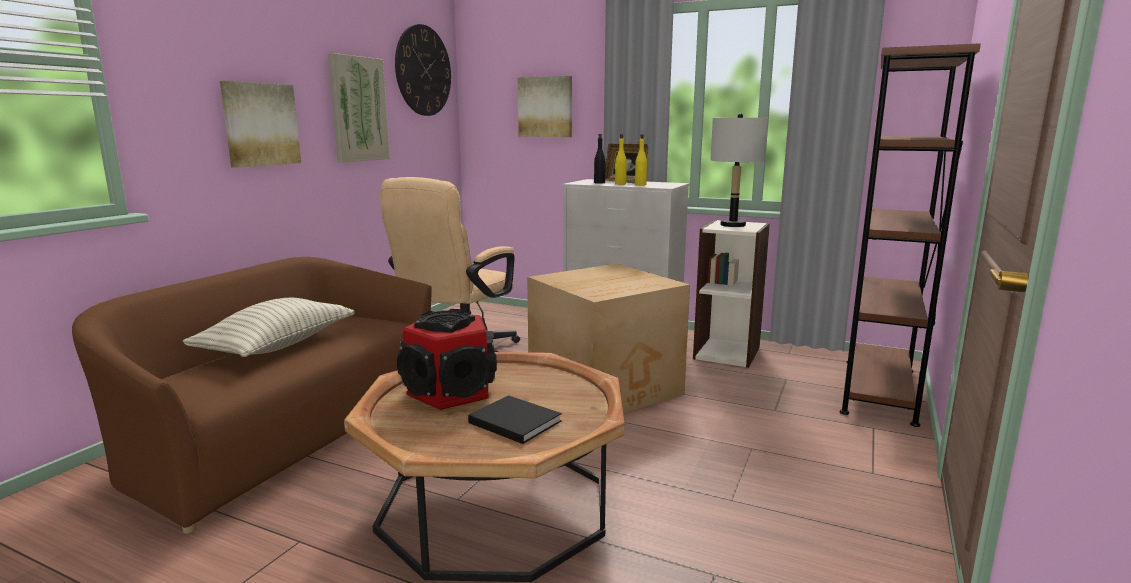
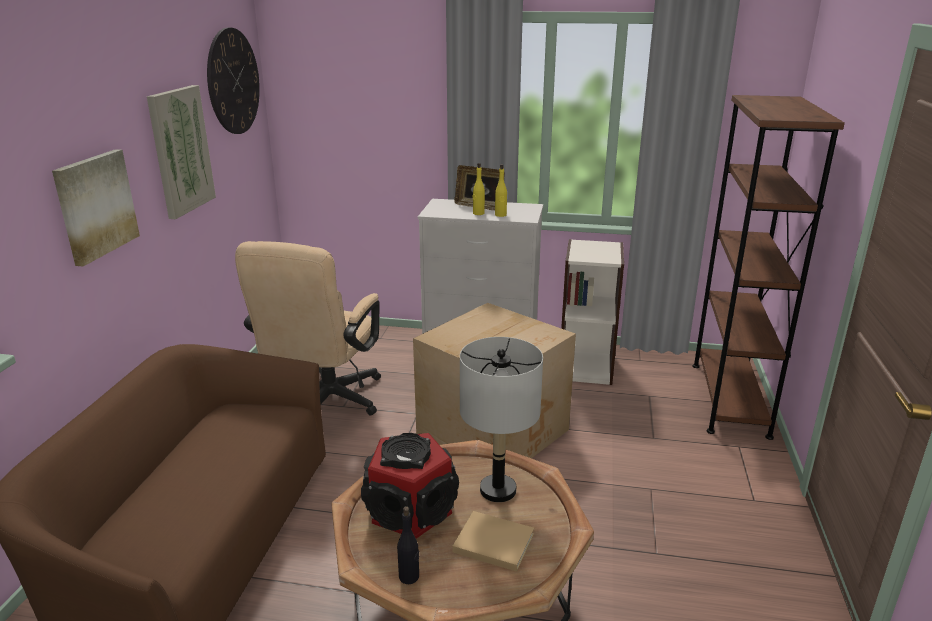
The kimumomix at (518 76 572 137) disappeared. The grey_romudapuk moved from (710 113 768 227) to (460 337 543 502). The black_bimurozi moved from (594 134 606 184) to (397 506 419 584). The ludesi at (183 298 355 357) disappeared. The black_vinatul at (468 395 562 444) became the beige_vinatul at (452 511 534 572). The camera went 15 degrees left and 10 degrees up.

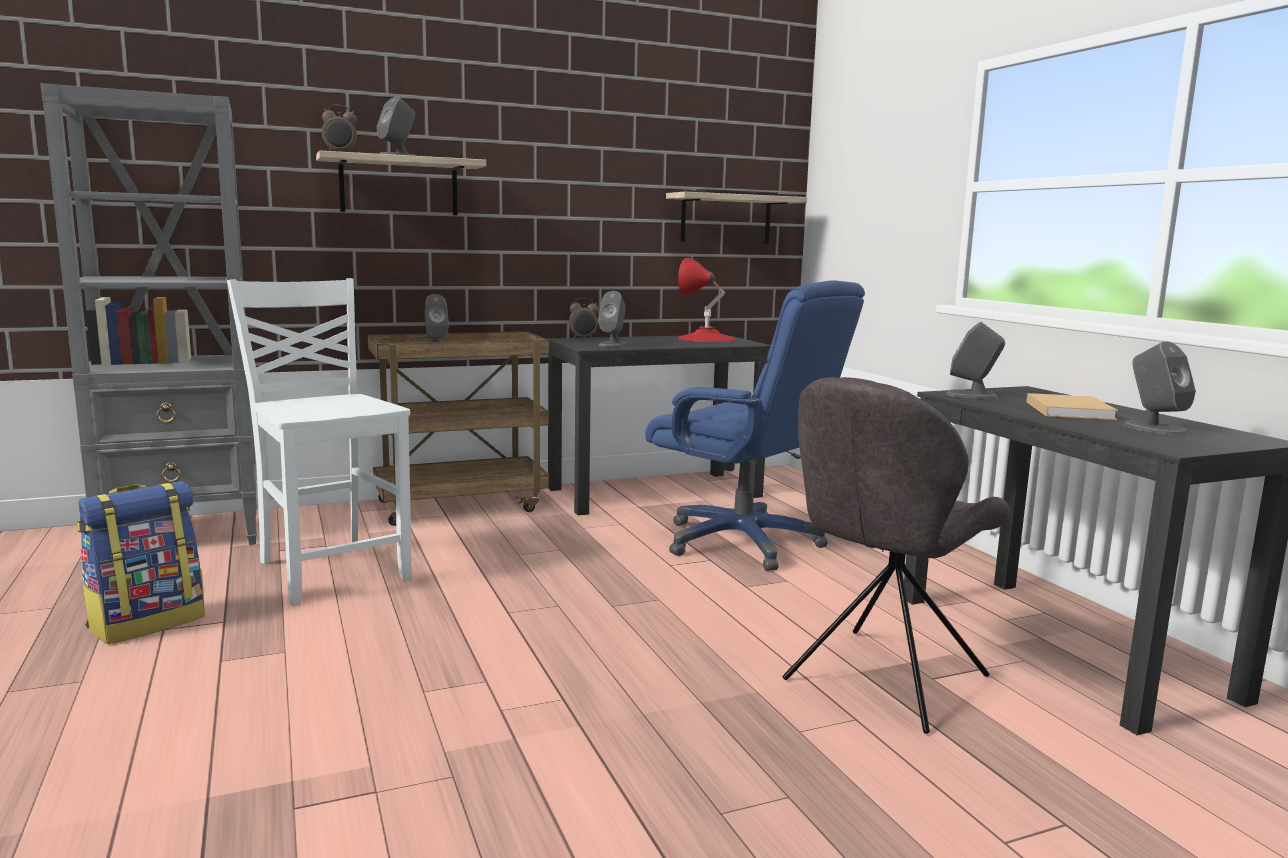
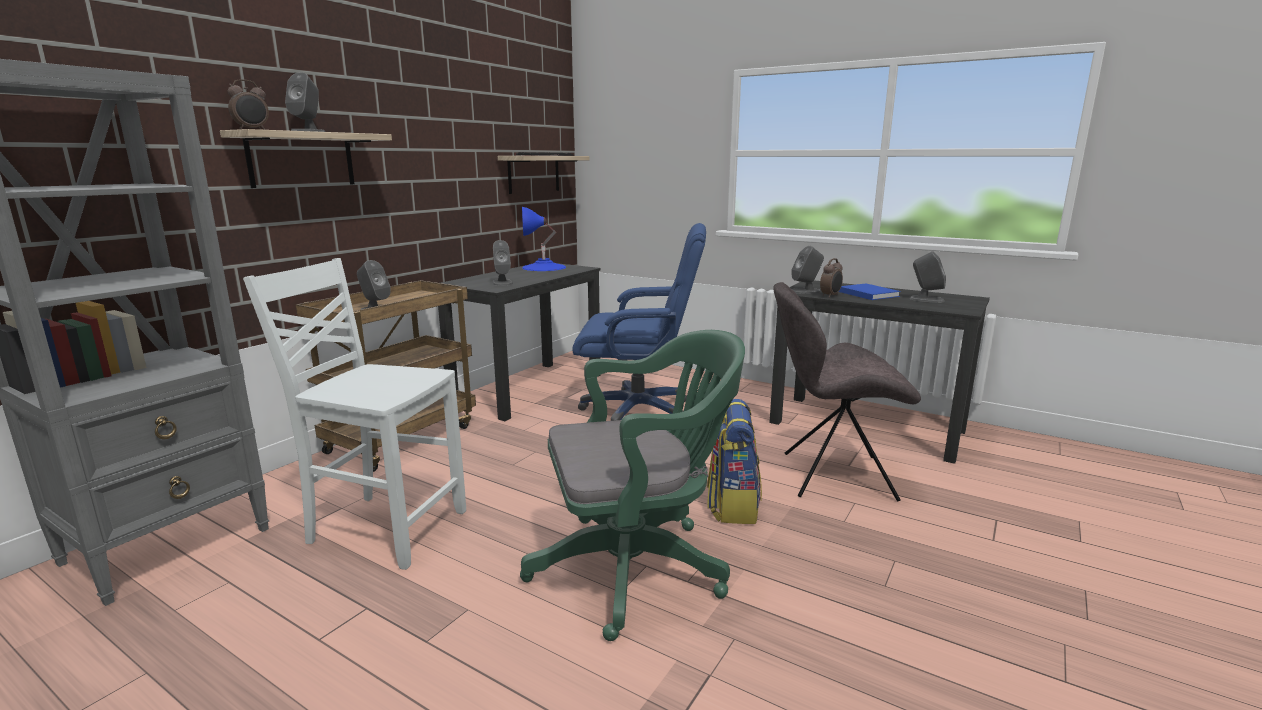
The red_romudapuk at (678 258 736 342) became the blue_romudapuk at (522 207 566 271). The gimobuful moved from (569 298 599 339) to (820 258 843 298). The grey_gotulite at (783 377 1010 734) turned 90 degrees clockwise. The beige_vinatul at (1027 393 1118 420) became the blue_vinatul at (839 283 901 300). The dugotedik moved from (77 481 205 644) to (707 399 762 524). The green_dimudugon at (520 330 745 641) appeared. The camera went 35 degrees left and 5 degrees up.

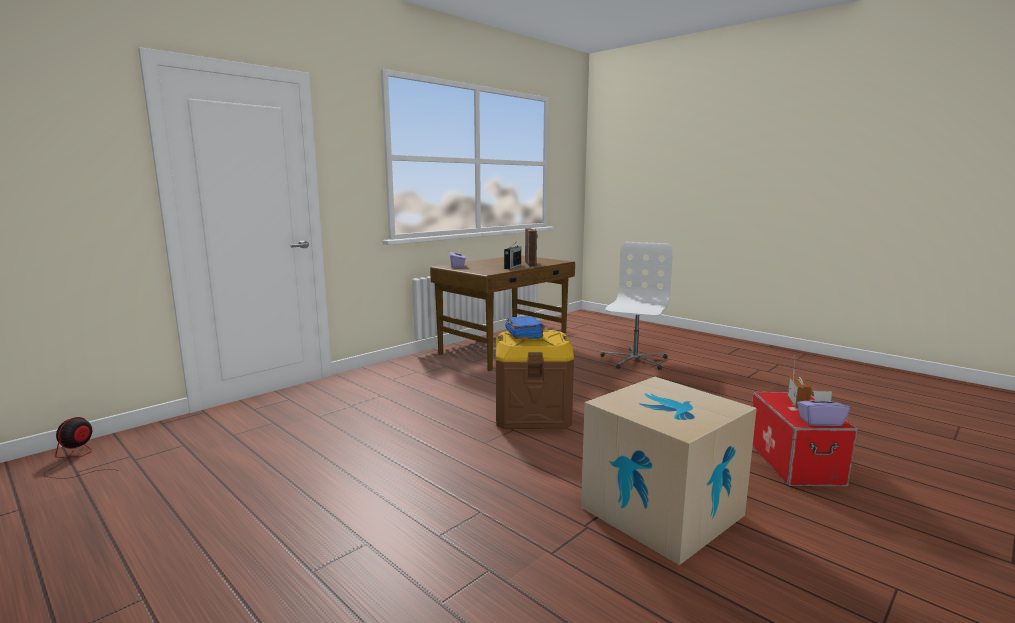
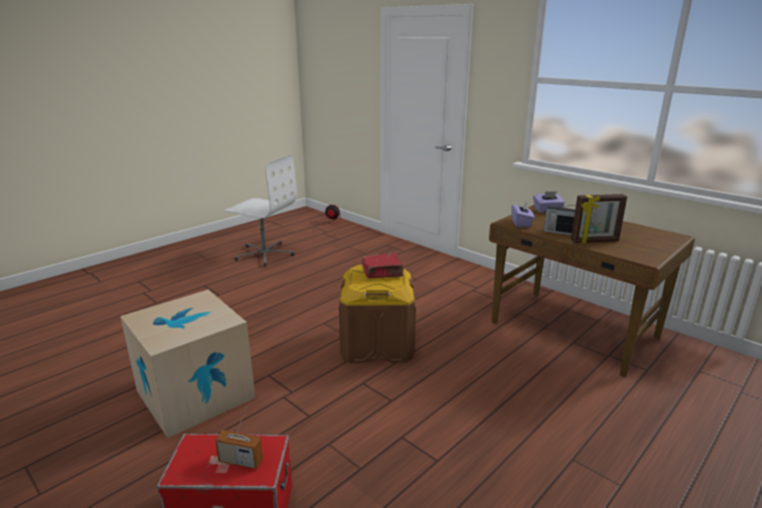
The white_dimudugon moved from (601 242 673 370) to (224 154 297 266). The blue_vinatul at (505 316 545 339) became the red_vinatul at (362 253 404 278). The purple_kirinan moved from (797 391 850 426) to (511 202 534 227). The camera went 90 degrees right and 10 degrees up.

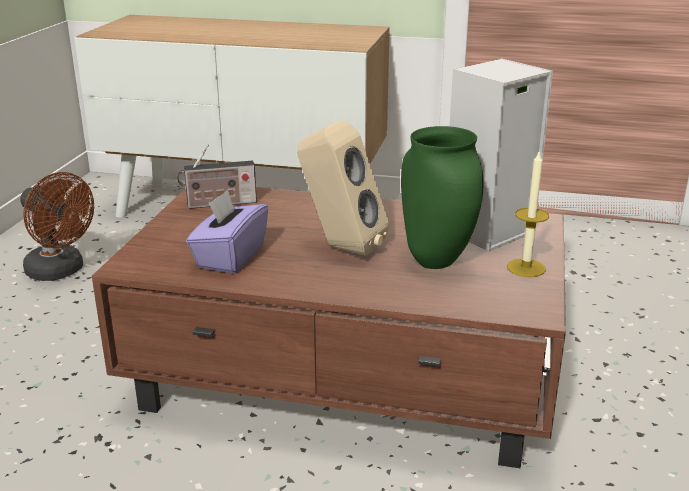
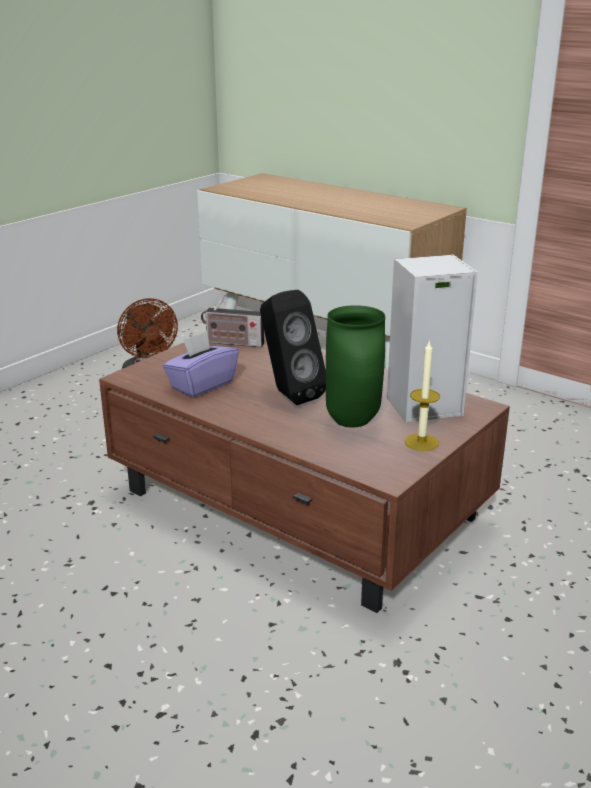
The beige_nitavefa at (297 121 389 256) became the black_nitavefa at (260 290 326 405). The camera went 25 degrees right and 0 degrees up.

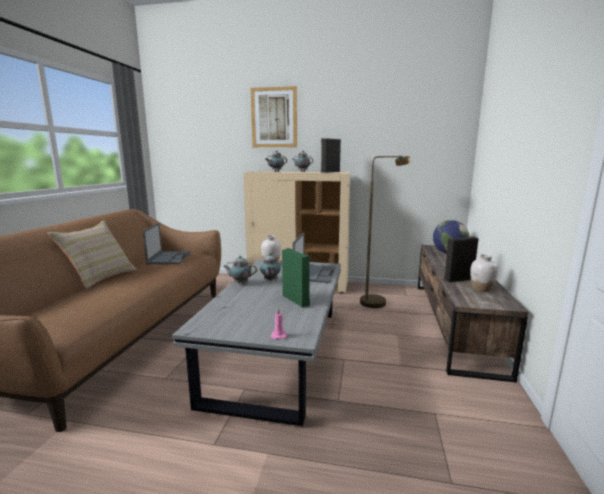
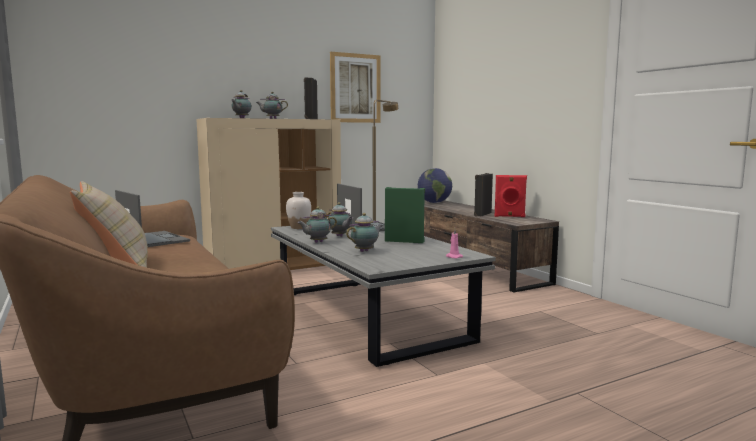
The kimumomix moved from (251 86 297 147) to (330 52 381 123). The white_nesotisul at (470 254 498 292) was replaced by the red_nitavefa at (494 175 527 217). The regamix at (346 213 383 252) appeared. The camera went 40 degrees left and 5 degrees down.

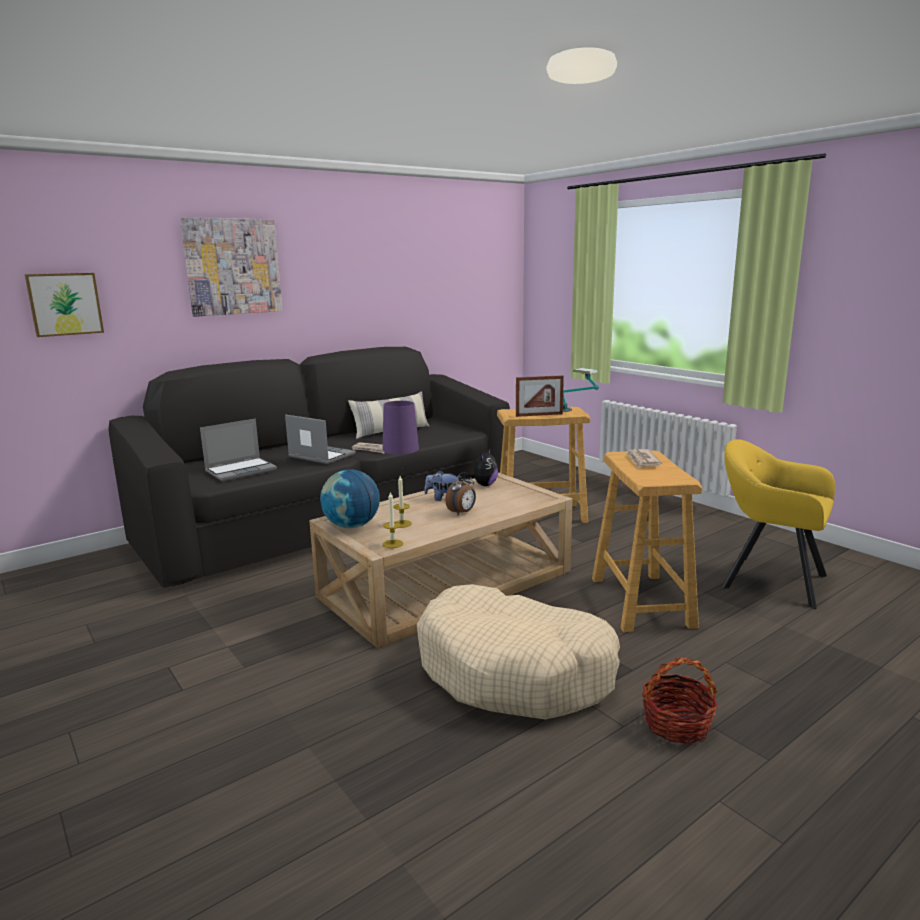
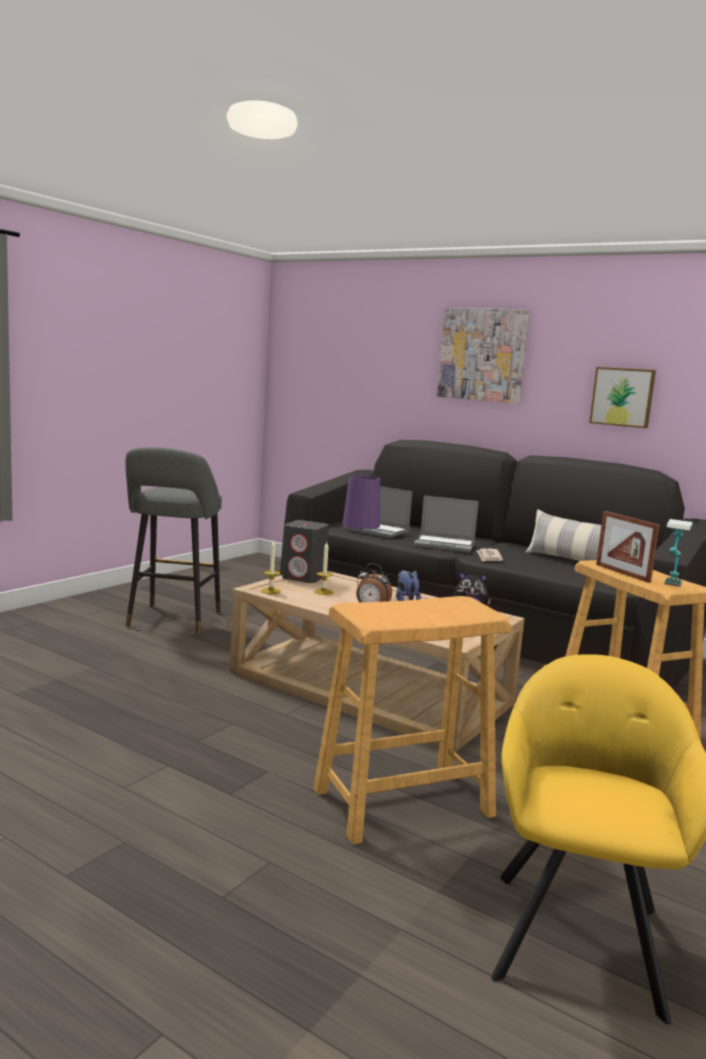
The kimumomix moved from (25 273 104 337) to (589 367 656 428). The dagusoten at (285 415 356 464) turned 90 degrees clockwise. The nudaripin at (625 449 662 468) disappeared. The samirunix at (320 469 380 528) was replaced by the grey_nitavefa at (282 520 329 583). The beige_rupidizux at (417 584 620 719) disappeared. The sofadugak at (642 657 718 744) disappeared. The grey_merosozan at (125 447 222 634) appeared. The camera went 70 degrees right and 5 degrees down.

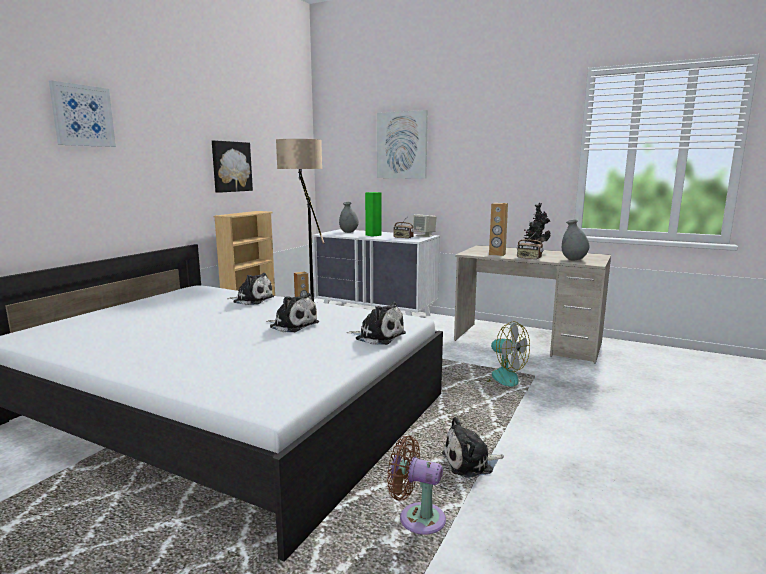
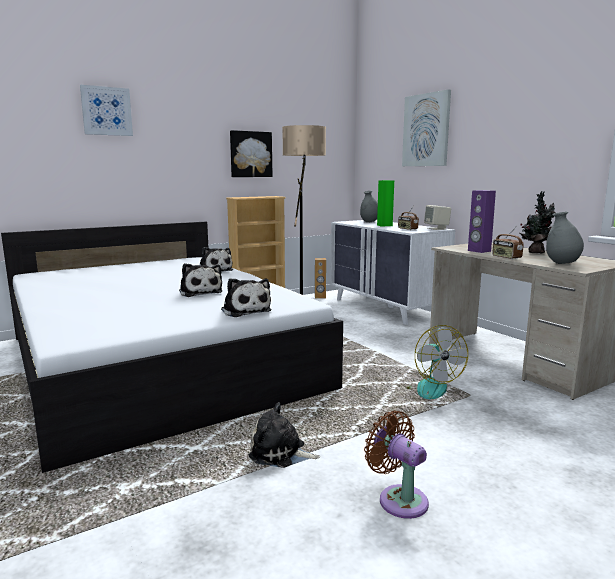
The brown_nitavefa at (489 203 508 256) became the purple_nitavefa at (468 190 496 253). The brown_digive moved from (387 435 446 534) to (364 411 429 519). The camera went 30 degrees right and 0 degrees up.

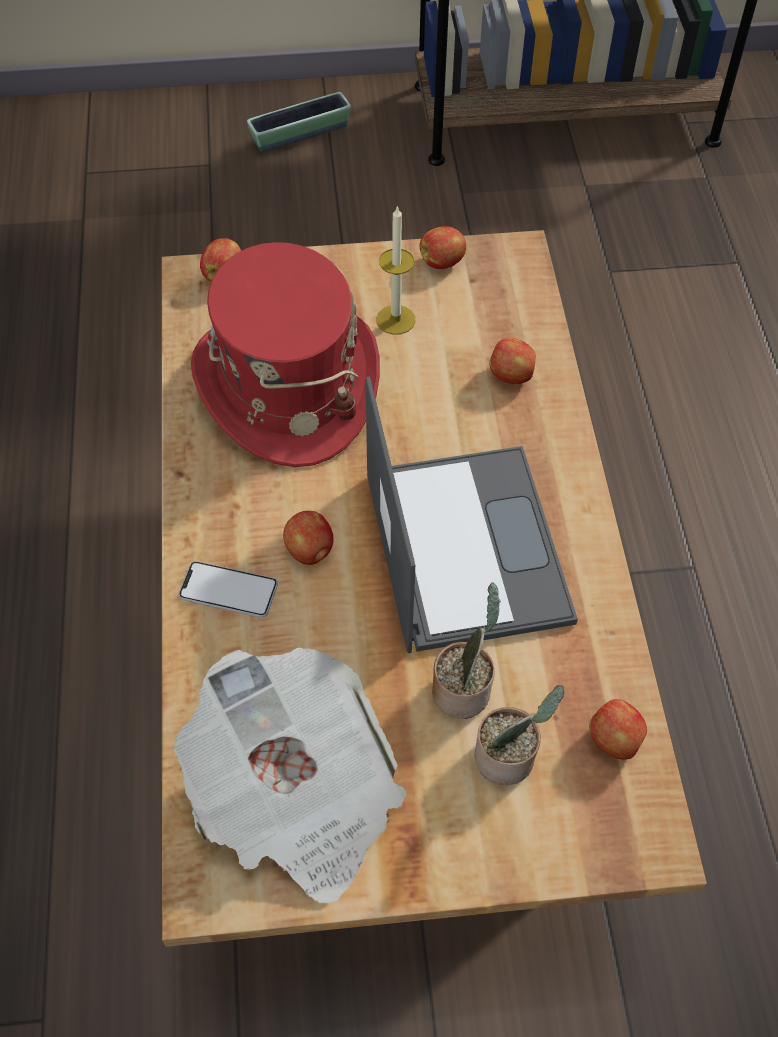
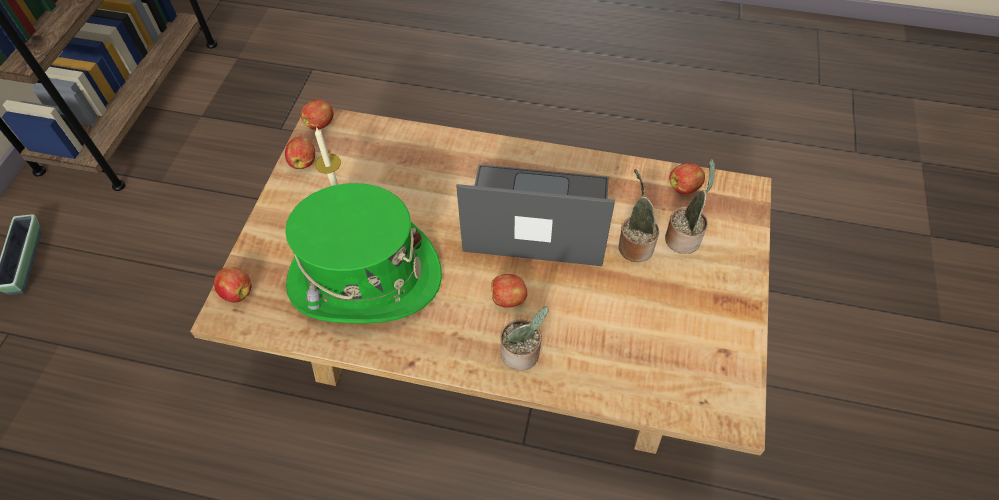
The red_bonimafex at (191 242 380 467) became the green_bonimafex at (285 183 442 324). The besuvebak moved from (490 338 536 384) to (301 100 334 130). The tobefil at (178 561 278 618) was replaced by the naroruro at (500 306 549 371). The nudaripin at (174 648 407 904) disappeared. The camera went 70 degrees left and 0 degrees up.

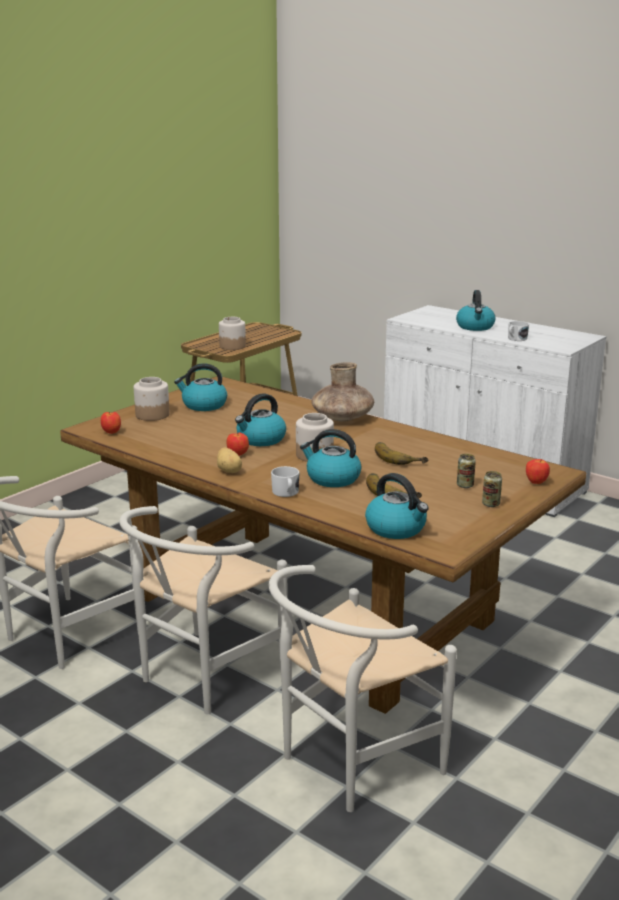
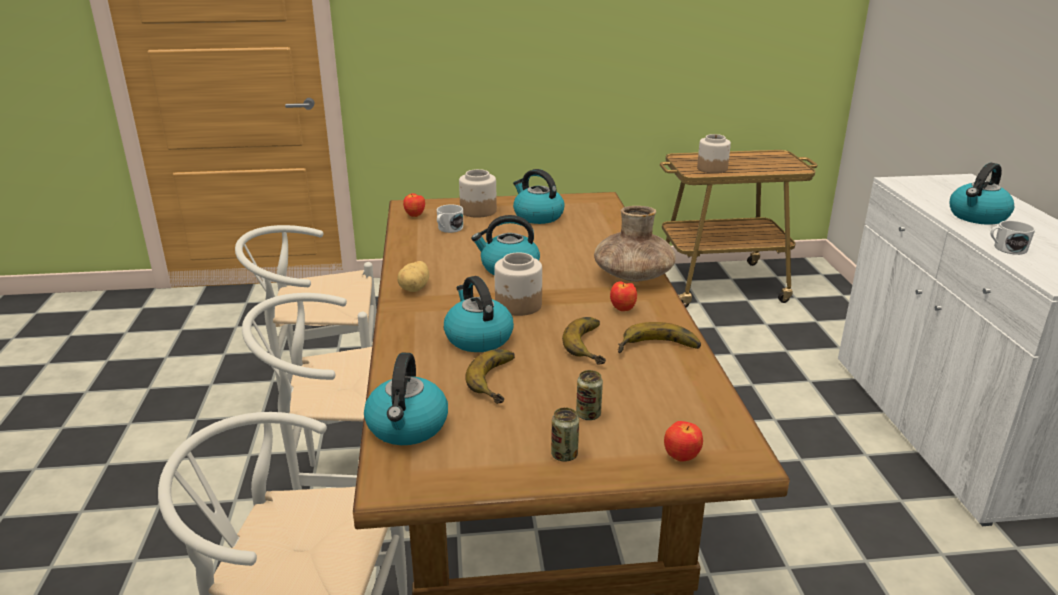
The besuvebak moved from (227 432 249 456) to (610 282 637 311). The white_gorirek moved from (271 466 299 497) to (437 205 463 233). The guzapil at (618 322 701 353) appeared. The camera went 45 degrees right and 5 degrees up.

